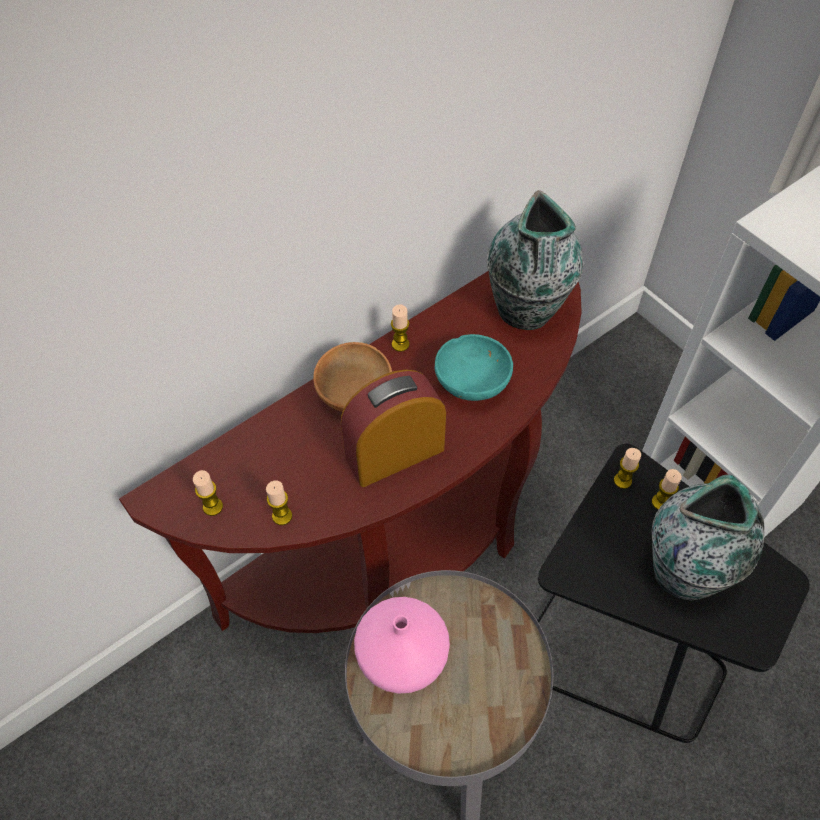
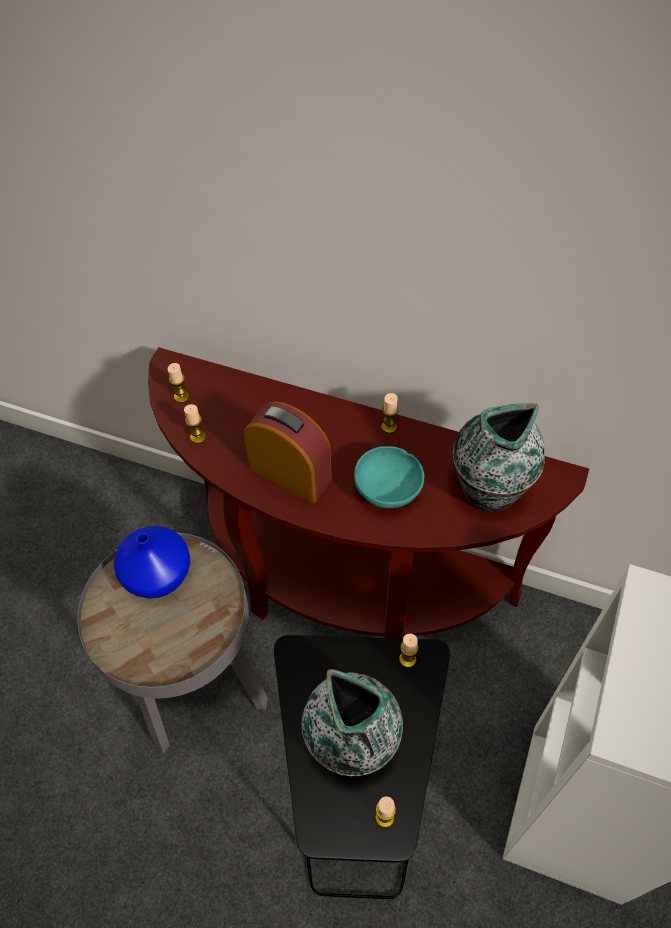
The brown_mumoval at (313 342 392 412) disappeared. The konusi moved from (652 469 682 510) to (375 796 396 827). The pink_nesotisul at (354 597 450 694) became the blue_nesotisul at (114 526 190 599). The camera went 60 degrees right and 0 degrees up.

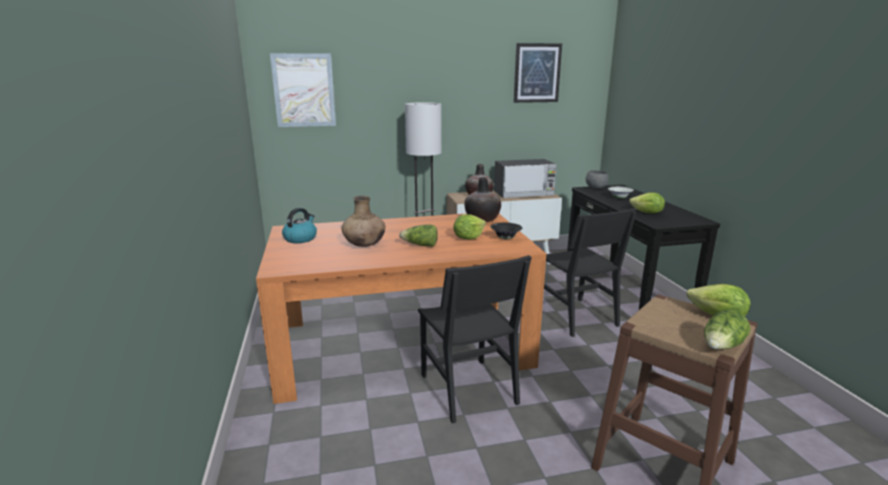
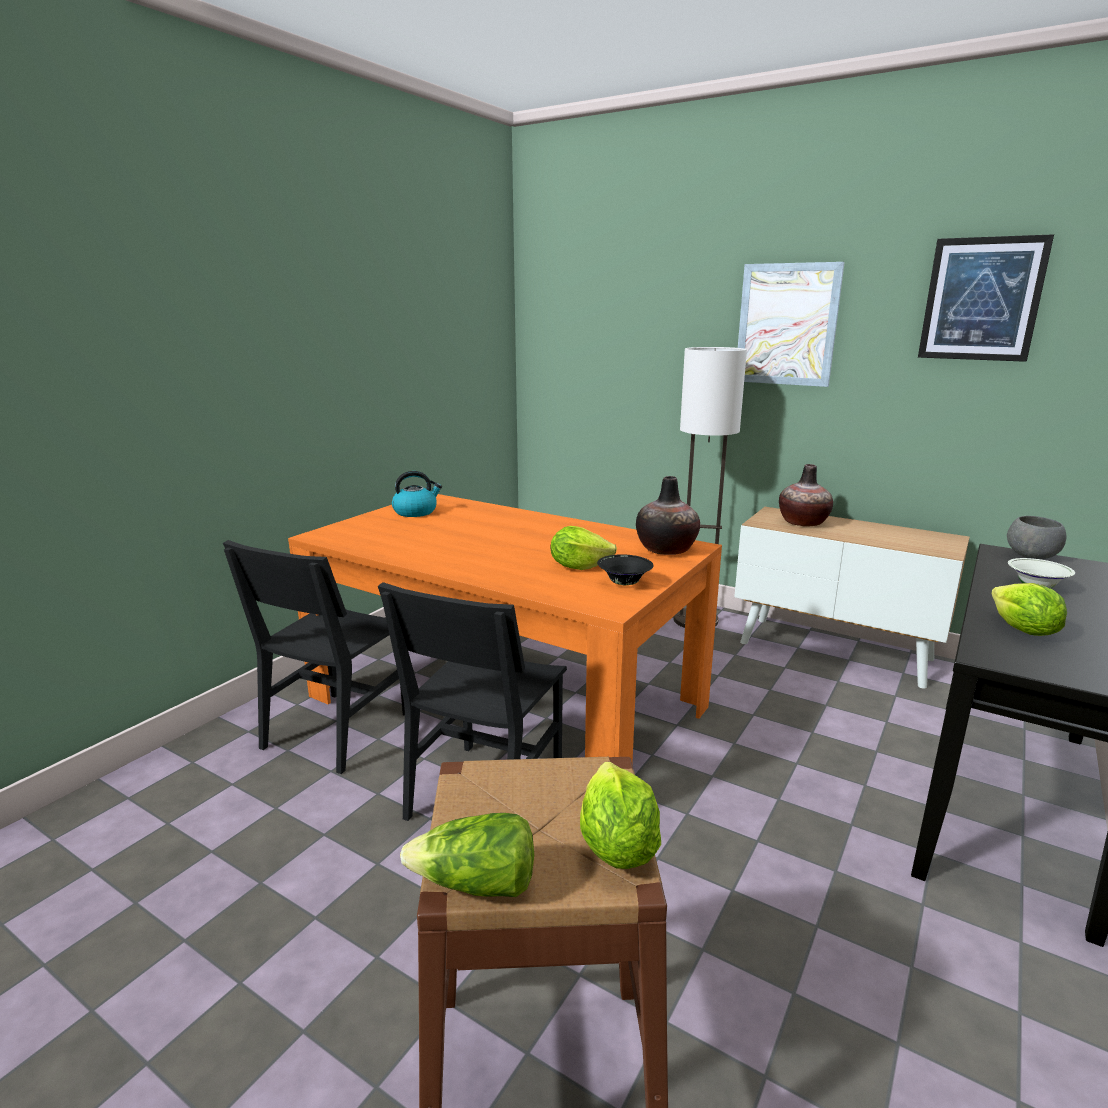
The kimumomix moved from (270 53 336 127) to (738 262 845 387). The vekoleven at (494 159 557 198) disappeared. The brown_nesotisul at (341 196 385 247) disappeared. The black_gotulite moved from (544 208 637 337) to (223 540 405 774). The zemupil at (399 225 438 247) disappeared. The camera went 45 degrees right and 0 degrees up.

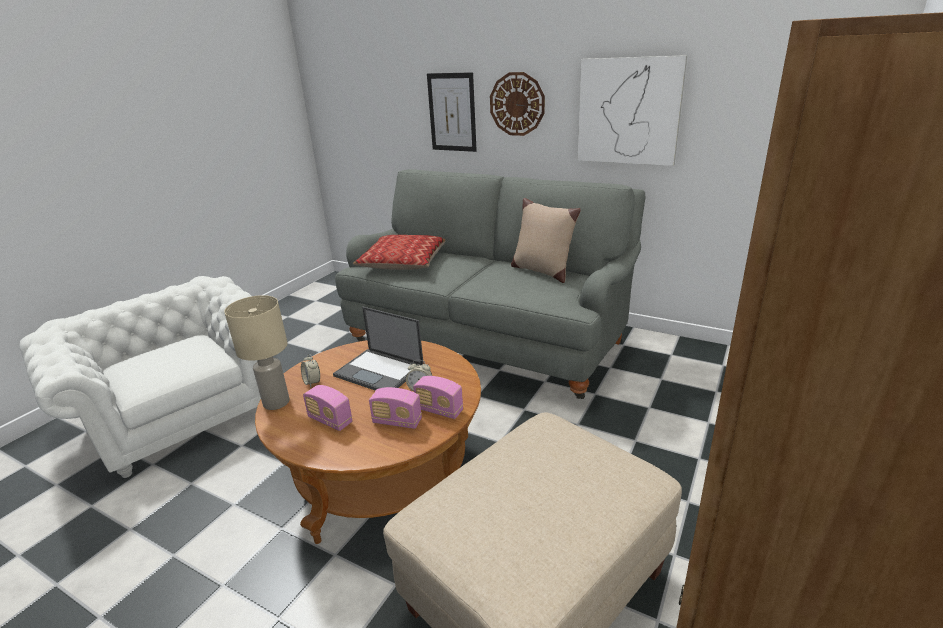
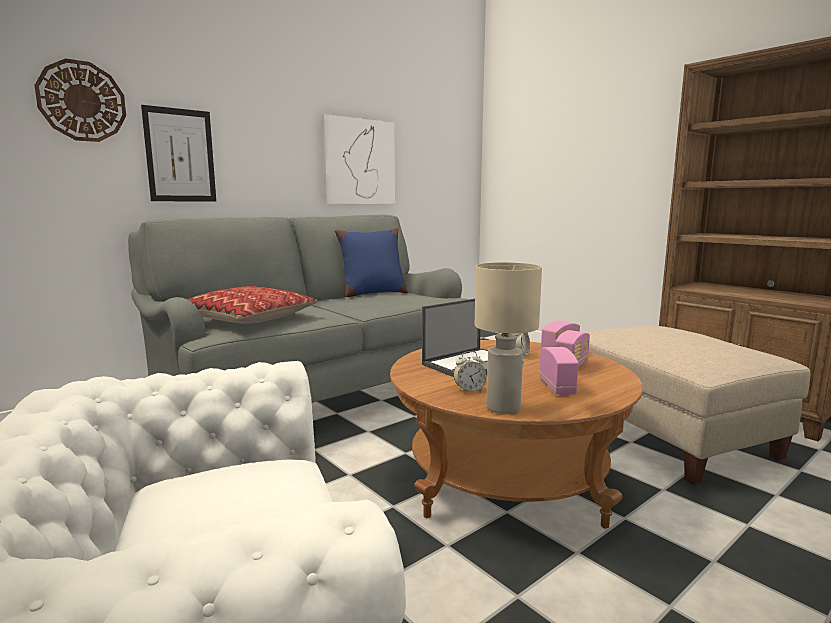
The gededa moved from (490 72 545 136) to (34 58 126 142). The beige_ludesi at (511 198 581 283) became the blue_ludesi at (335 228 408 297). The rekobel at (303 385 353 431) turned 60 degrees counterclockwise. The camera went 70 degrees left and 15 degrees down.

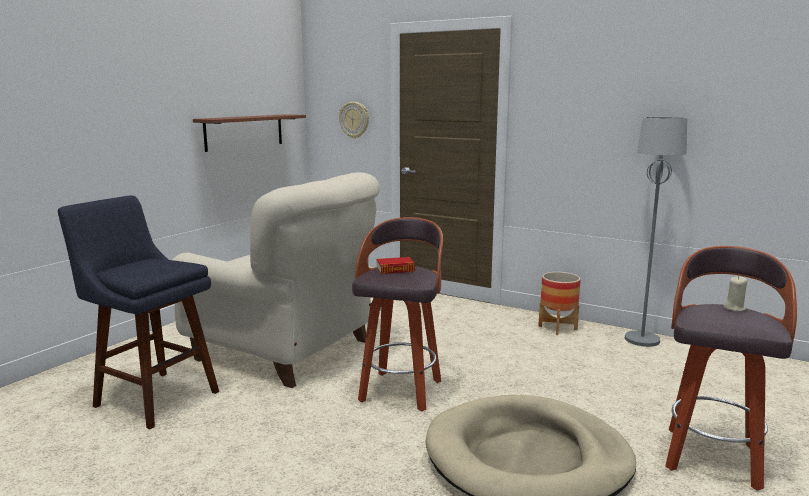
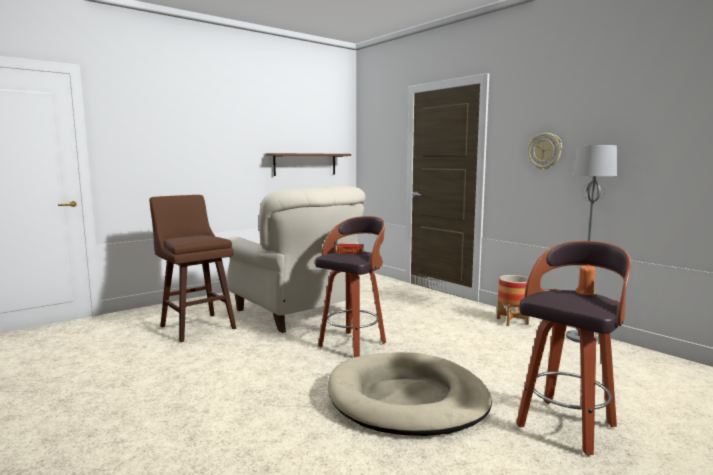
The gededa moved from (339 102 369 139) to (528 133 562 170). The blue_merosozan at (58 196 219 429) became the brown_merosozan at (149 195 236 342). The beige_konusi at (723 276 747 312) became the orange_konusi at (576 265 596 295). The camera went 20 degrees right and 5 degrees down.

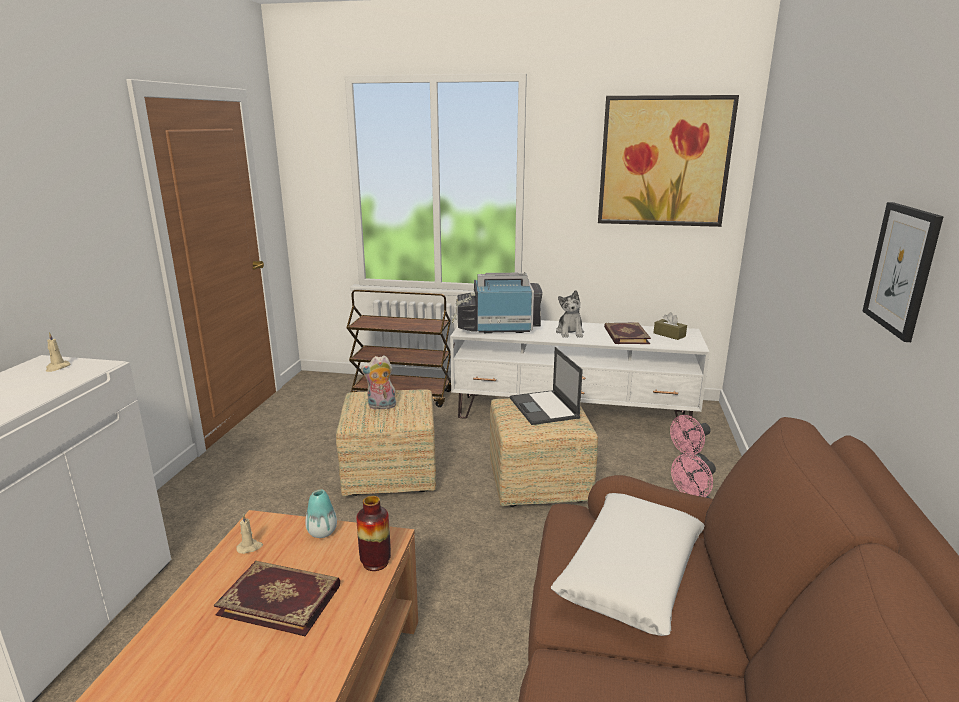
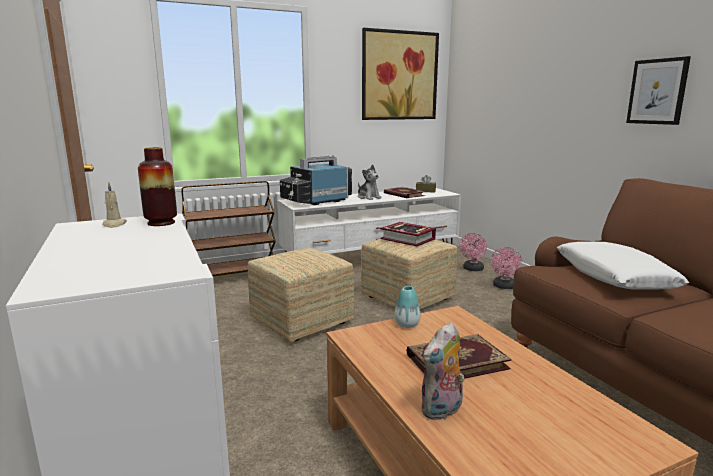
The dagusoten at (510 347 583 425) was replaced by the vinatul at (380 222 436 247). The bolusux moved from (361 355 396 409) to (420 322 465 420). The nesotisul moved from (356 496 391 571) to (138 147 177 226). The beige_konusi at (236 514 263 554) disappeared. The camera went 35 degrees left and 5 degrees down.

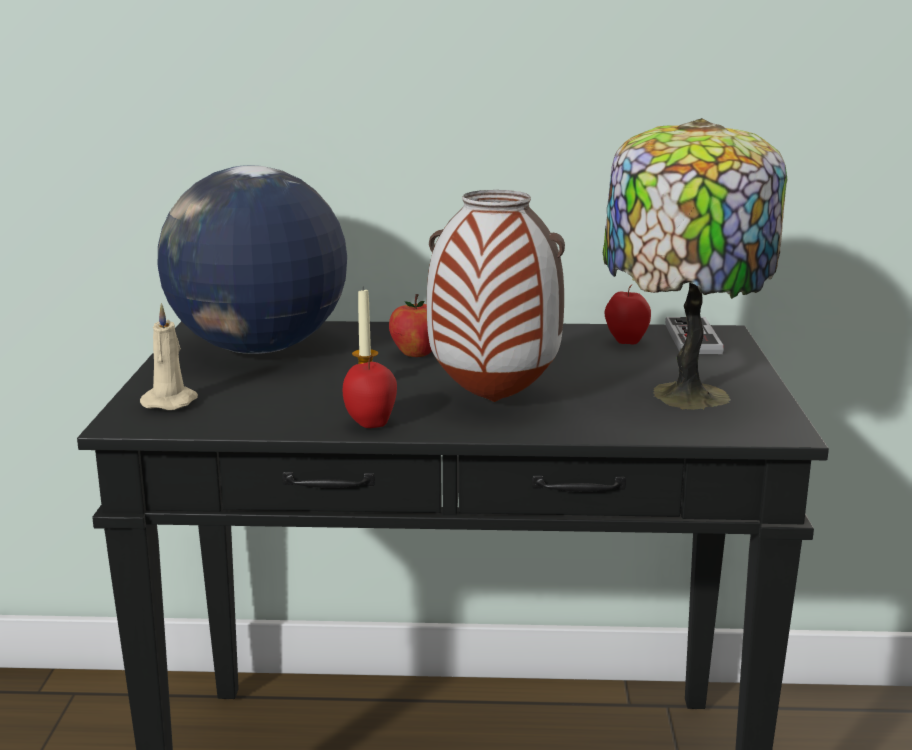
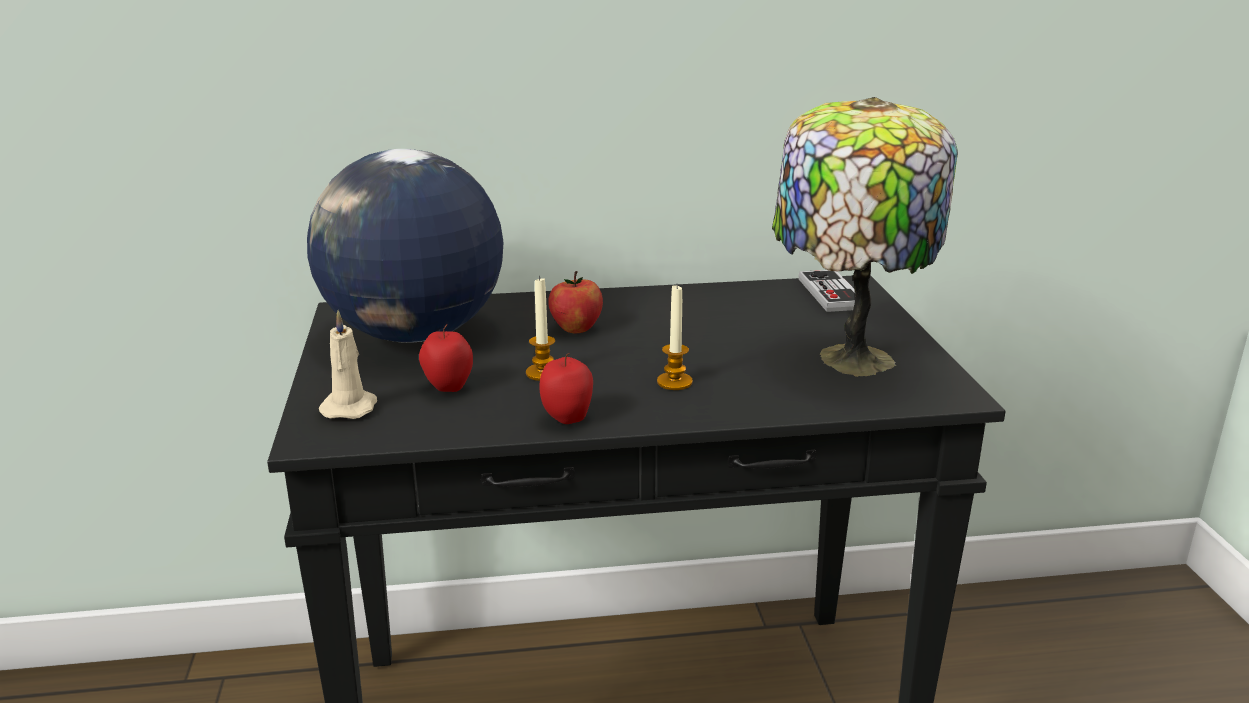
The nesotisul at (427 190 565 402) was replaced by the konusi at (657 285 693 390). The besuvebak moved from (605 285 651 345) to (419 324 473 392). The camera went 10 degrees left and 5 degrees up.

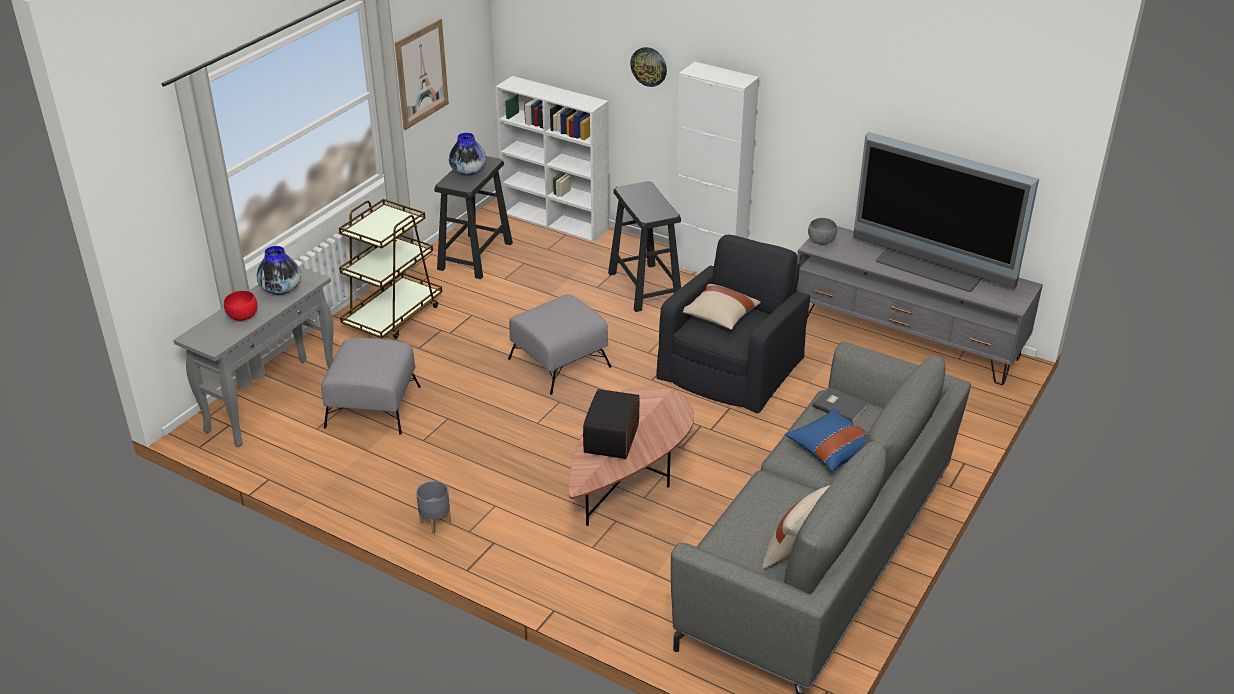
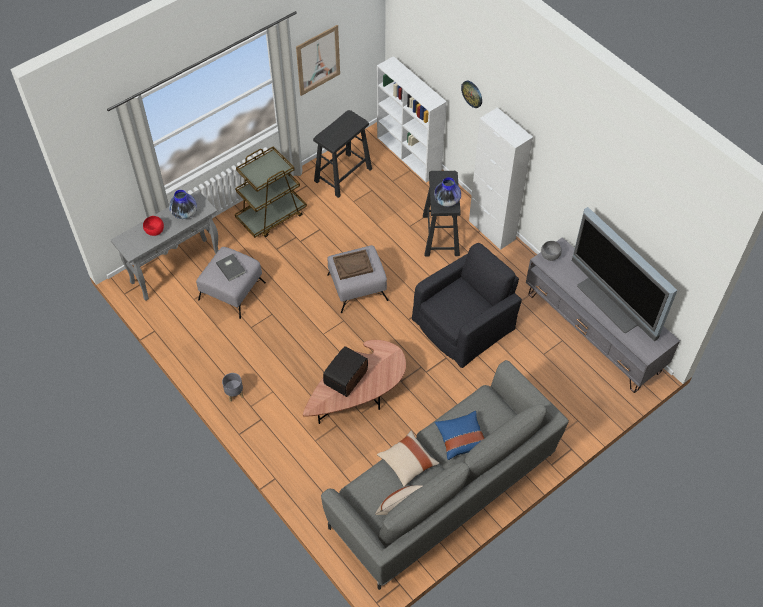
The nesotisul moved from (449 133 486 176) to (434 177 461 207). The beige_ludesi moved from (683 284 761 330) to (377 430 439 487). The grey_vinatul moved from (812 387 868 422) to (216 254 246 281). The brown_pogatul at (333 249 373 280) appeared. The camera went 20 degrees right and 20 degrees up.

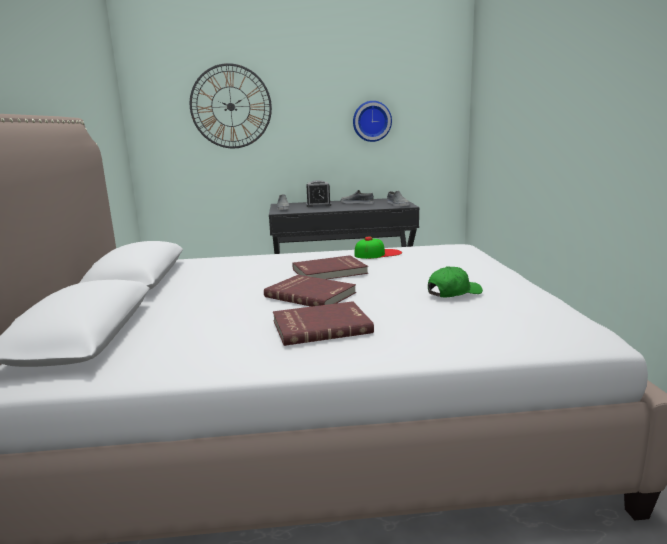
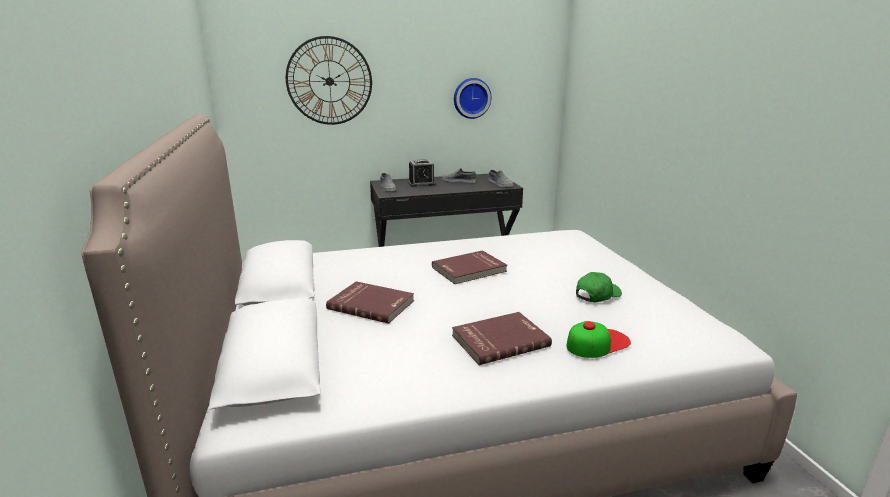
The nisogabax moved from (354 237 402 259) to (566 321 631 358). The red_vinatul moved from (264 275 356 307) to (326 281 414 324). The camera went 10 degrees left and 5 degrees up.

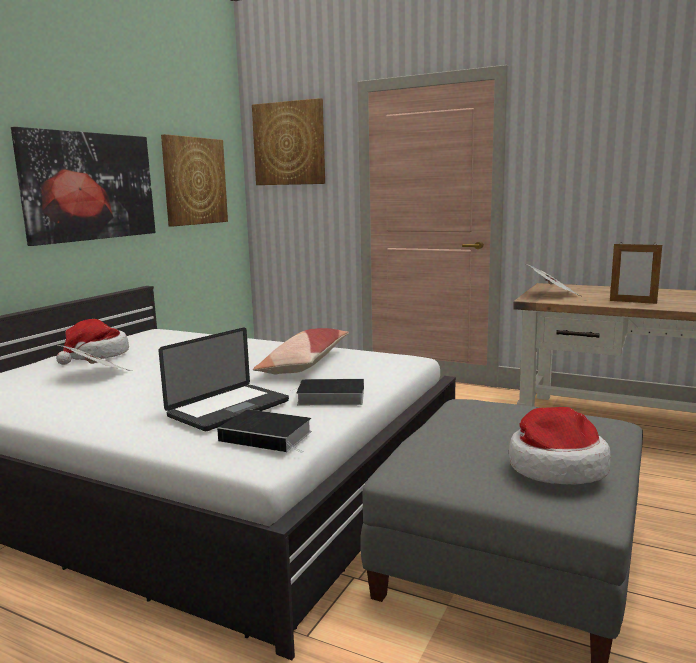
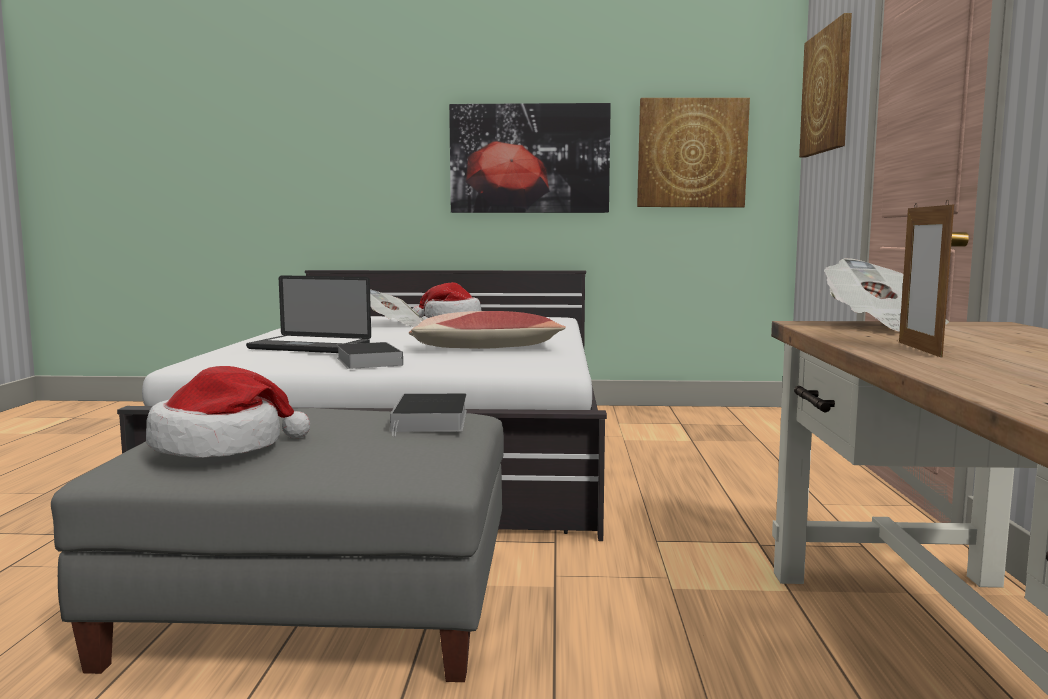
The vinatul moved from (217 409 312 453) to (390 394 467 436). The camera went 65 degrees right and 5 degrees down.

